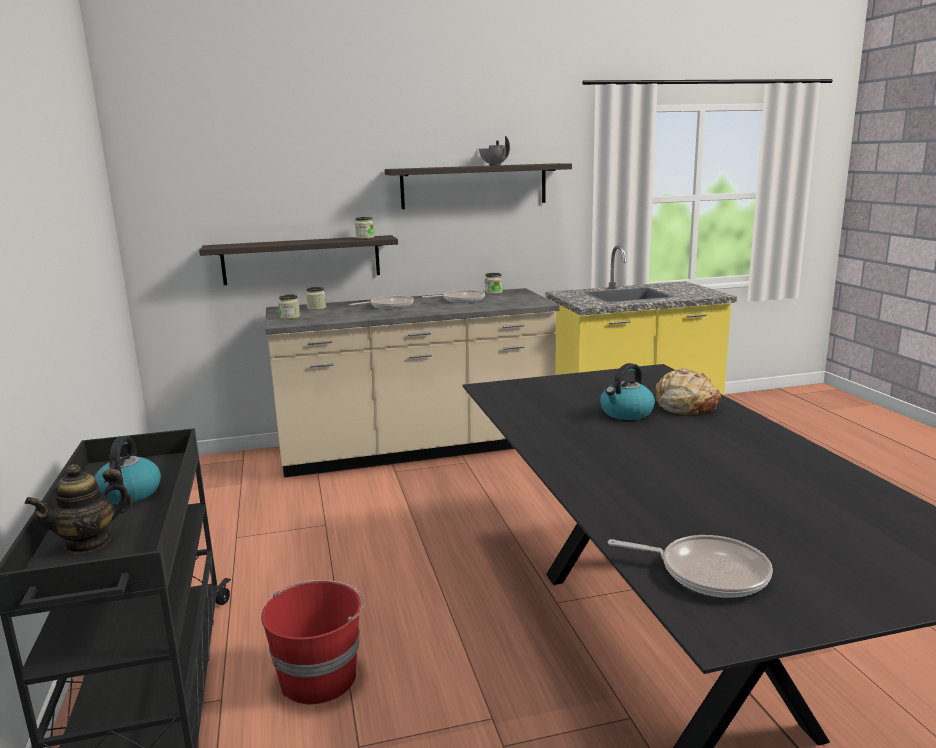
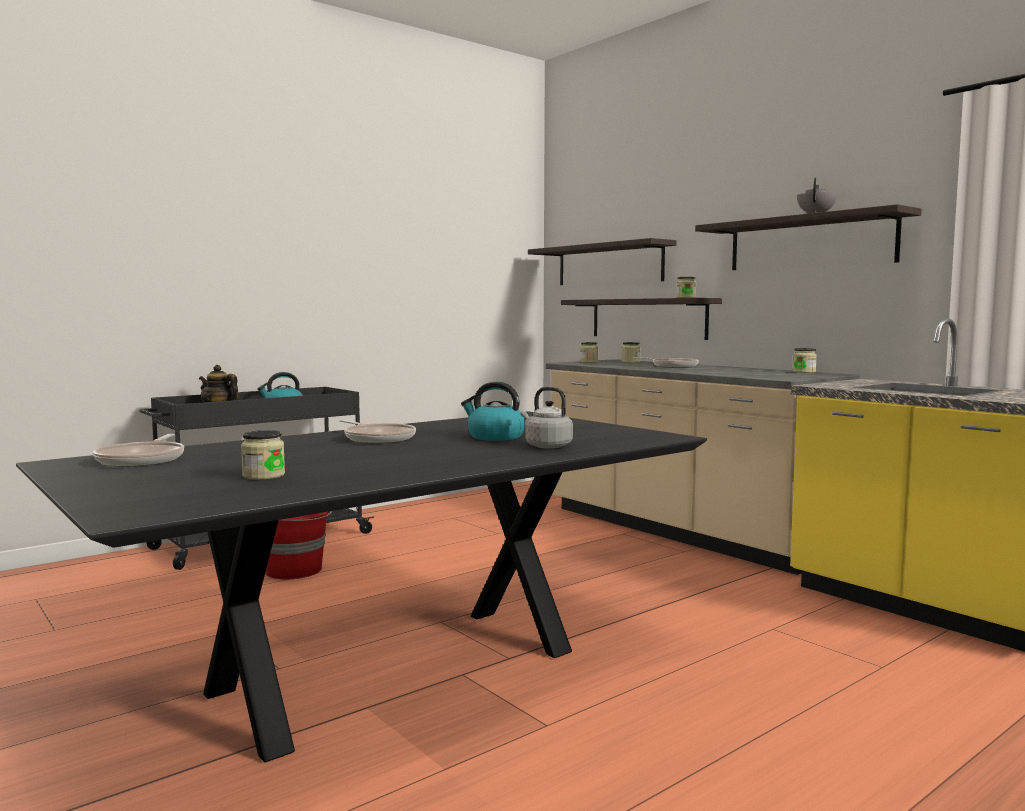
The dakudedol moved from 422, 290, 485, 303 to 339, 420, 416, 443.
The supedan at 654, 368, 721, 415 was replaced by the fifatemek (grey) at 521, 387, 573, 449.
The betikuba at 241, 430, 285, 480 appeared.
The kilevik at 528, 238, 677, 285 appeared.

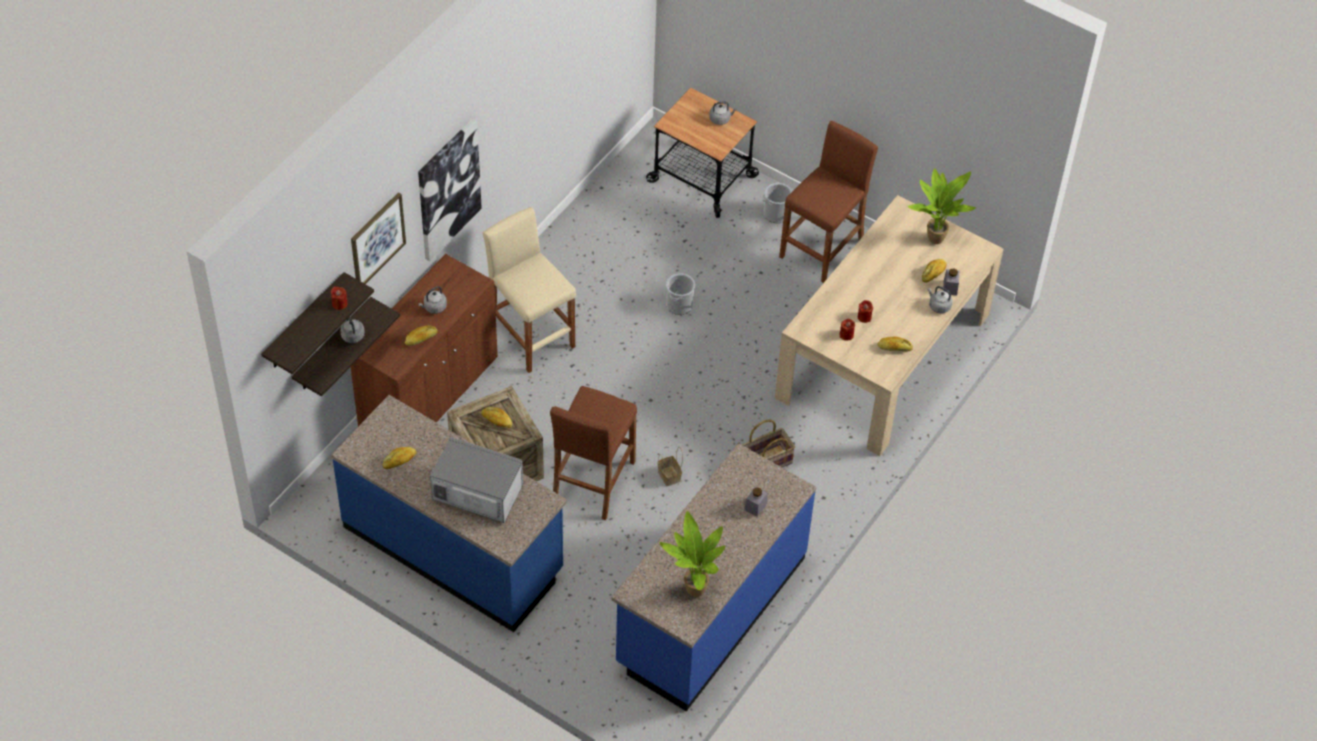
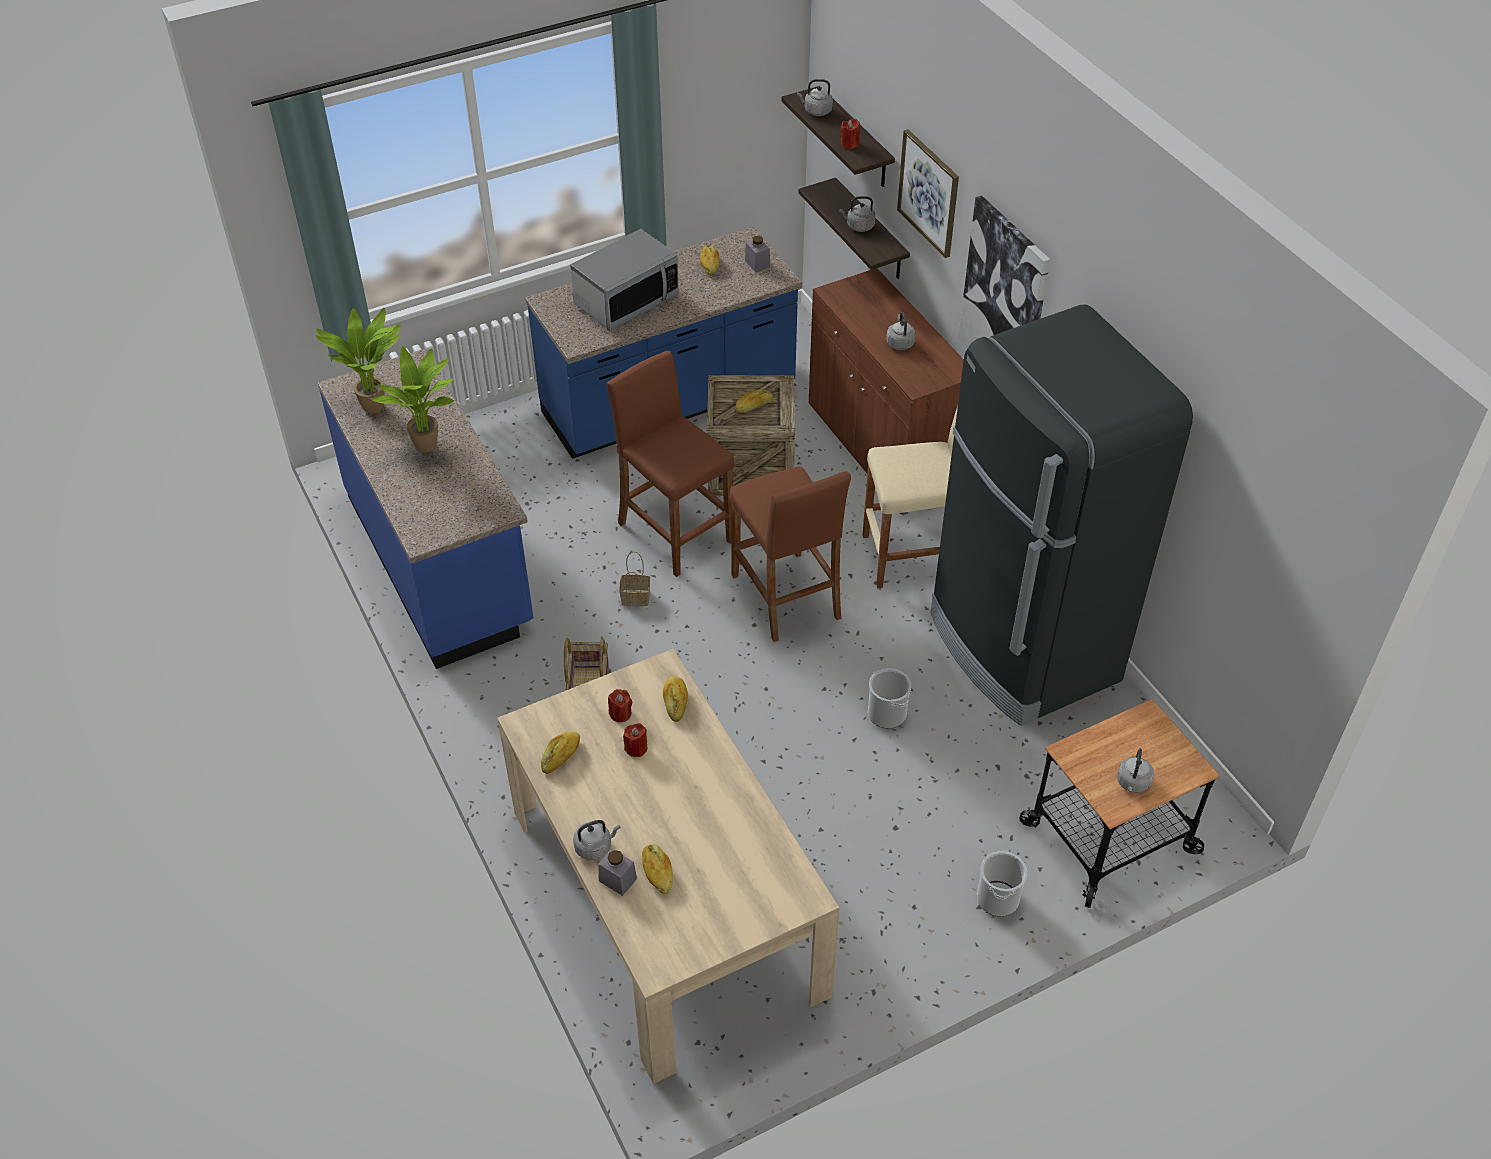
The supedan moved from 405, 325, 438, 346 to 663, 676, 688, 722.
The betikuba (grey) moved from 744, 486, 768, 517 to 745, 236, 770, 272.
The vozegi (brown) moved from 779, 121, 878, 283 to 730, 466, 851, 642.
The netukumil moved from 908, 168, 976, 244 to 370, 346, 455, 452.
The fifatemek (grey) at 797, 79, 833, 116 appeared.
The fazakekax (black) at 930, 304, 1193, 726 appeared.

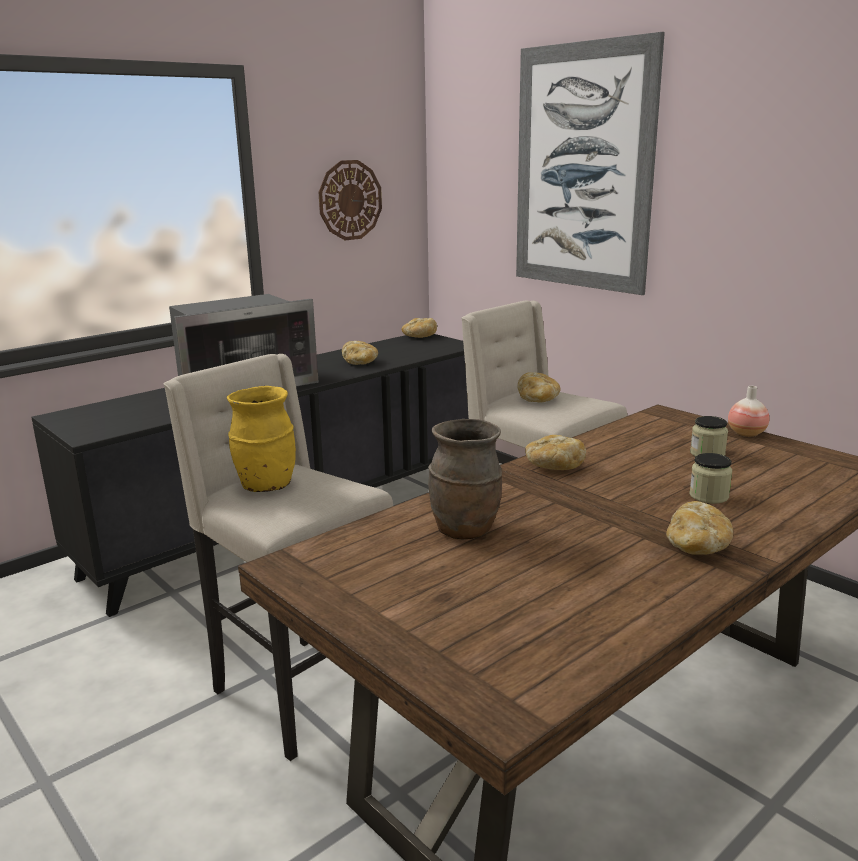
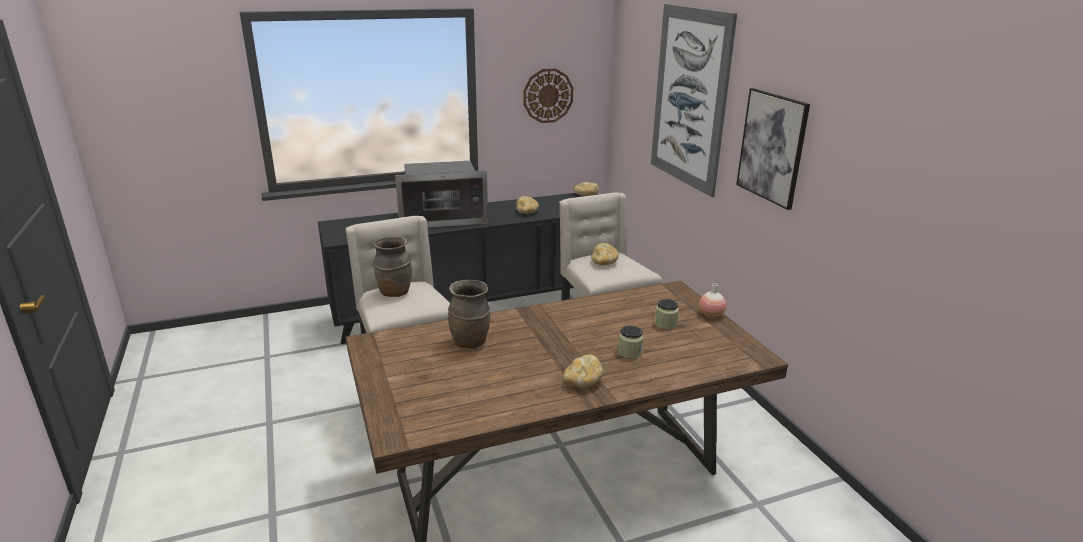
The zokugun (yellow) at 227, 386, 296, 492 became the zokugun (brown) at 373, 236, 412, 297.
The supedan at 525, 435, 586, 470 disappeared.
The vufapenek at 736, 88, 810, 210 appeared.

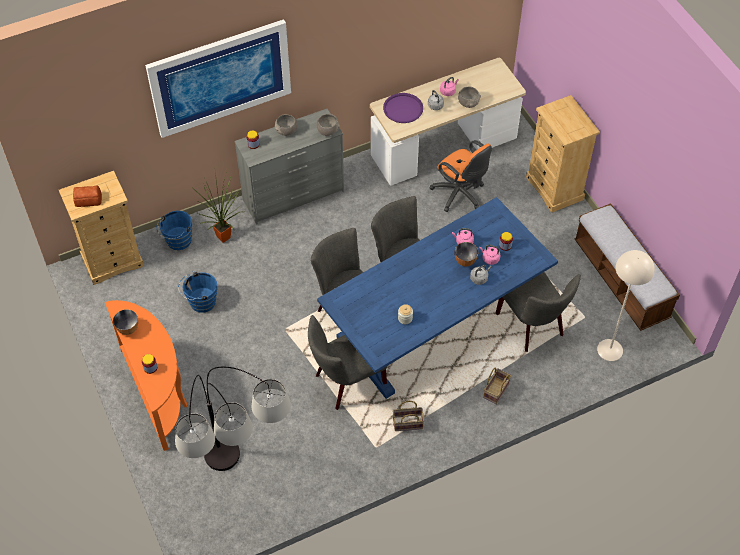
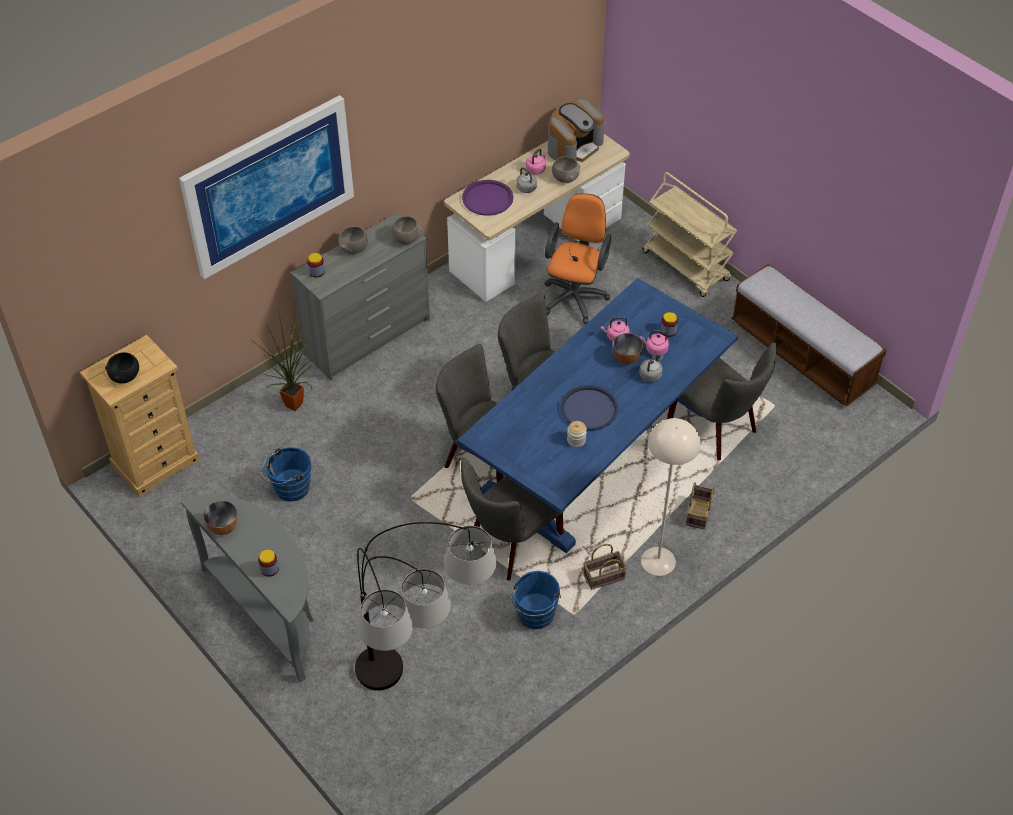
The supedan at 73, 185, 102, 207 was replaced by the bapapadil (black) at 105, 352, 139, 384.
The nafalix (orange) at 105, 300, 187, 451 became the nafalix (grey) at 181, 494, 314, 682.
The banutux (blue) moved from 157, 211, 192, 250 to 511, 571, 561, 629.
The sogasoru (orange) at 429, 140, 492, 212 turned 105 degrees counterclockwise.
The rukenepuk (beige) at 526, 95, 600, 213 was replaced by the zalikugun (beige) at 643, 172, 737, 297.
The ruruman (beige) moved from 597, 250, 655, 361 to 641, 418, 701, 576.
The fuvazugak at 548, 99, 605, 162 appeared.
The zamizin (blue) at 560, 385, 618, 430 appeared.

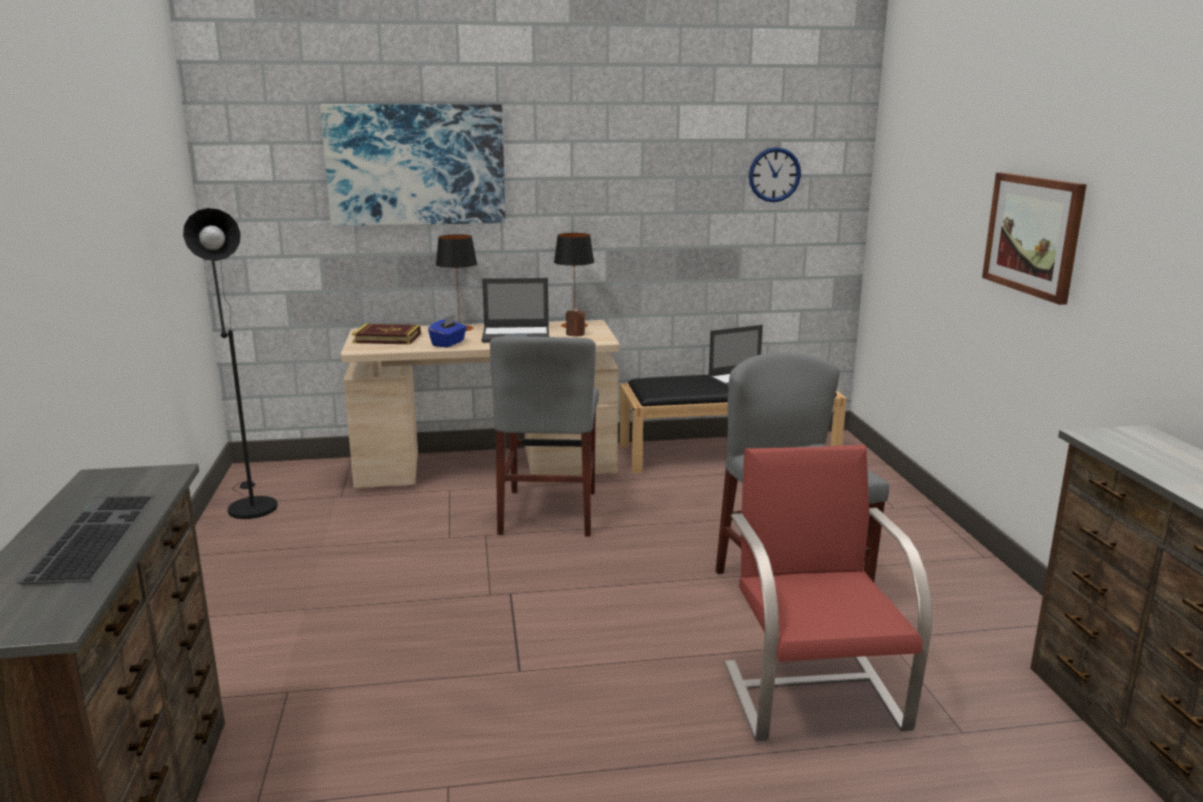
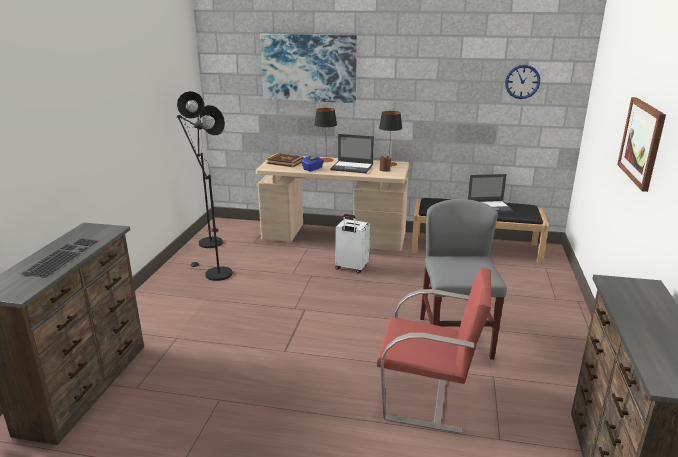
The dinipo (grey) at 490, 336, 599, 537 was replaced by the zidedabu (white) at 335, 214, 370, 273.
The dinipo (red) at 724, 445, 932, 741 turned 90 degrees clockwise.
The ruruman (black) at 177, 105, 233, 281 appeared.

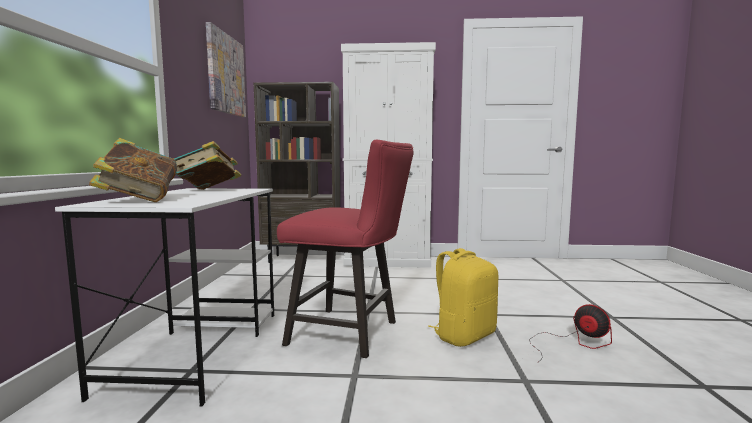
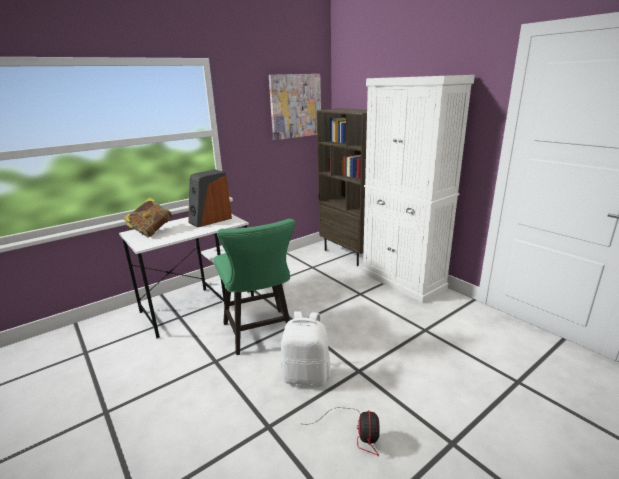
The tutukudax at 174, 141, 241, 190 was replaced by the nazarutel at 188, 170, 232, 228.
The dinipo (red) at 277, 140, 414, 358 became the dinipo (green) at 214, 219, 295, 355.
The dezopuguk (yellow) at 428, 248, 498, 347 became the dezopuguk (white) at 281, 311, 331, 386.

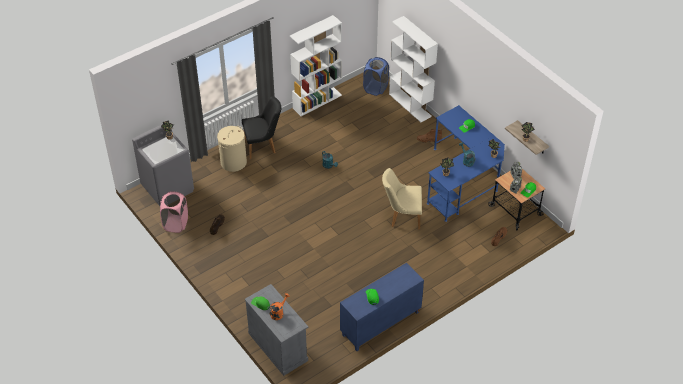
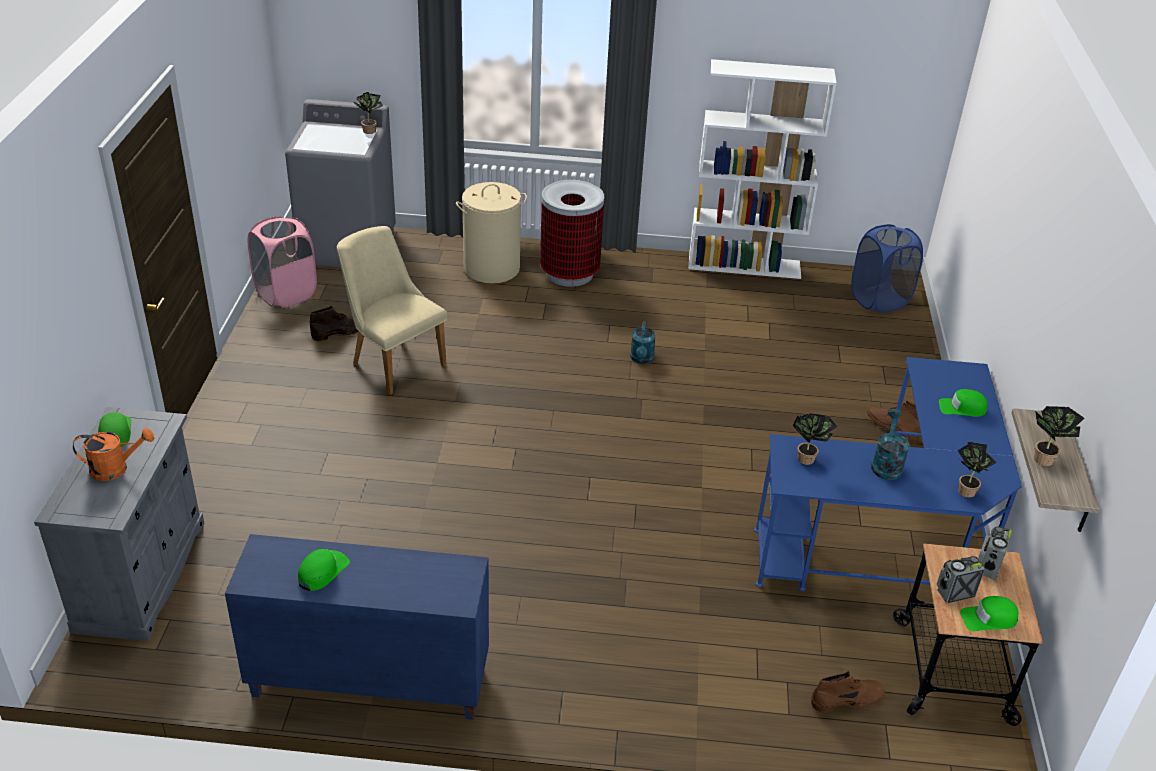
The dinipo (black) at 242, 96, 281, 159 was replaced by the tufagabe at 540, 180, 604, 287.
The dinipo (beige) moved from 382, 168, 422, 229 to 337, 226, 447, 395.
The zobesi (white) at 389, 16, 438, 122 disappeared.

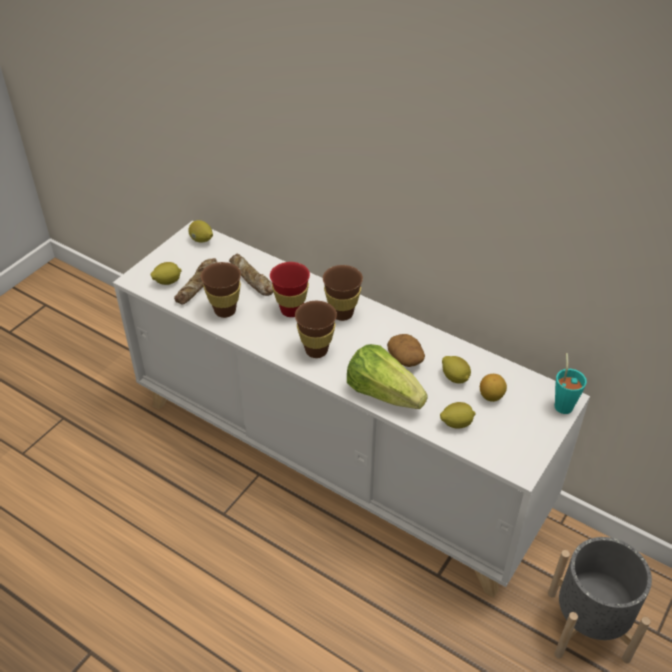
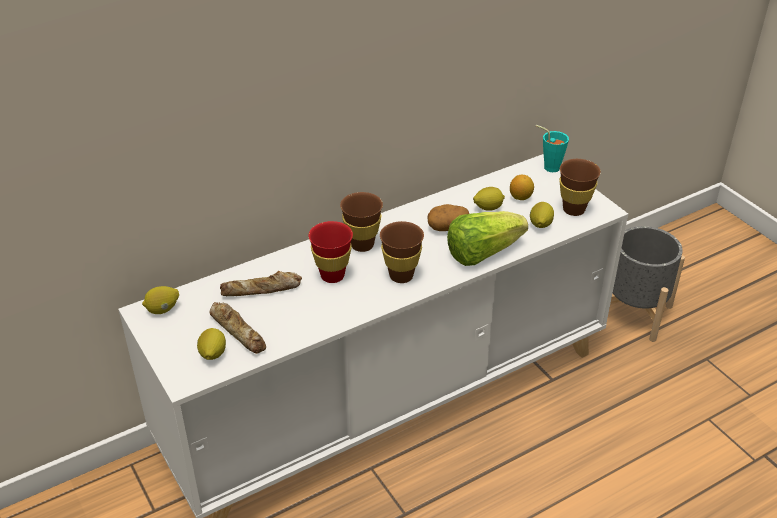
The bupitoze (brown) moved from 201, 262, 241, 318 to 559, 159, 601, 216.

